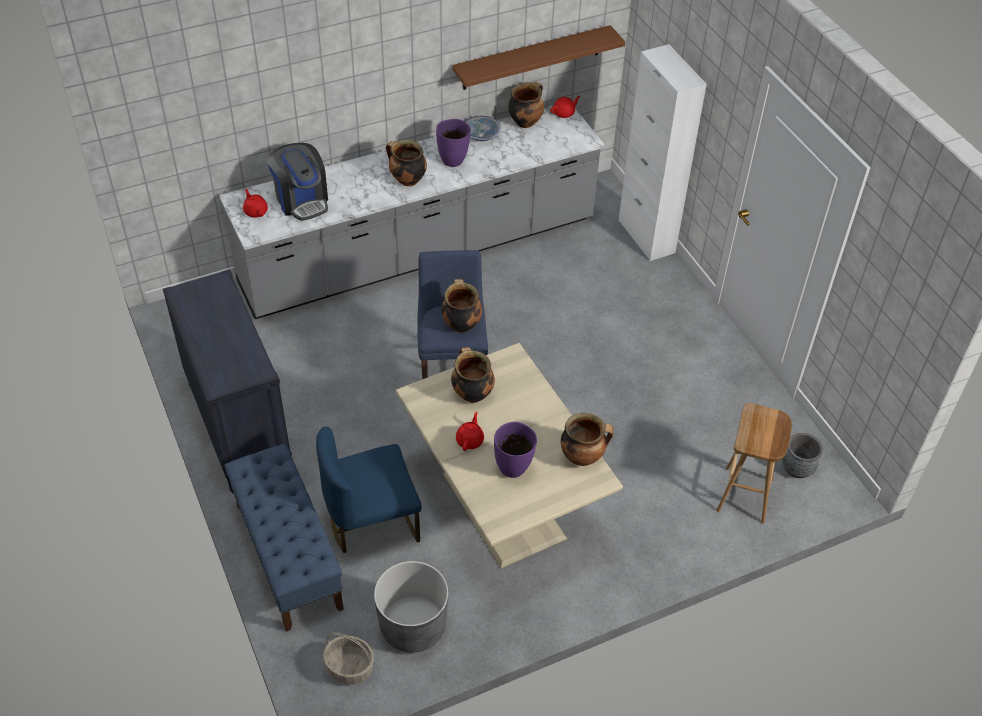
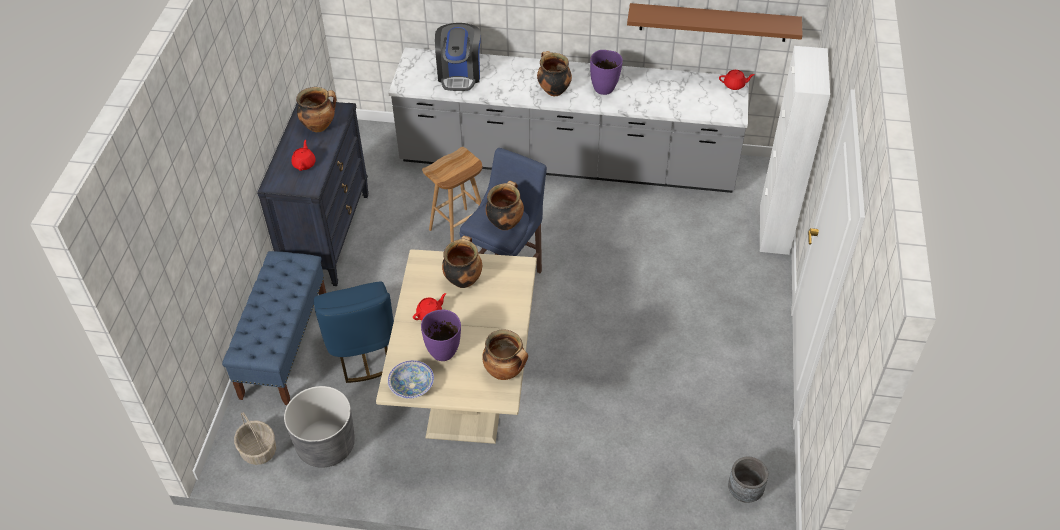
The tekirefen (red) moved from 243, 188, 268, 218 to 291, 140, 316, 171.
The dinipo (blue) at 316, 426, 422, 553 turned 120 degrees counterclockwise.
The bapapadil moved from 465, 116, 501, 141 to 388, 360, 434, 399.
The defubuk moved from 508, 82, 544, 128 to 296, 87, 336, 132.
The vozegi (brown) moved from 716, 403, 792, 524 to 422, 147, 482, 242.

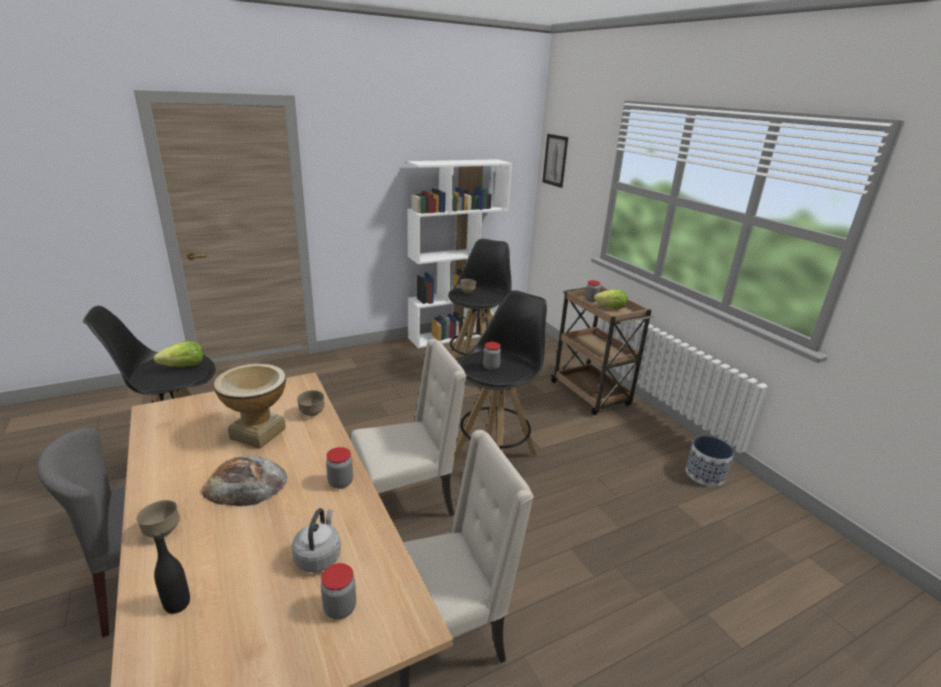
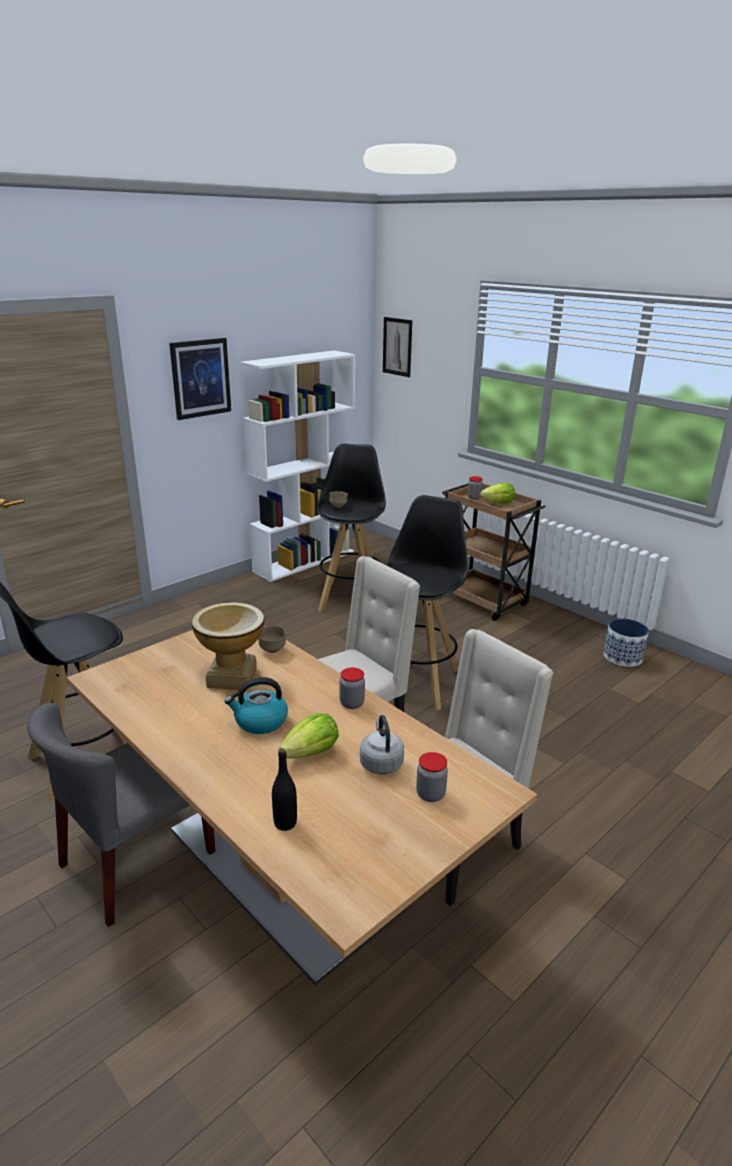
The bapapadil (brown) at 136, 500, 180, 538 disappeared.
The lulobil moved from 154, 341, 203, 367 to 279, 713, 339, 759.
The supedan at 201, 456, 288, 506 was replaced by the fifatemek at 225, 677, 288, 734.
The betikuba at 483, 342, 501, 370 disappeared.
The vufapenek at 169, 338, 231, 420 appeared.

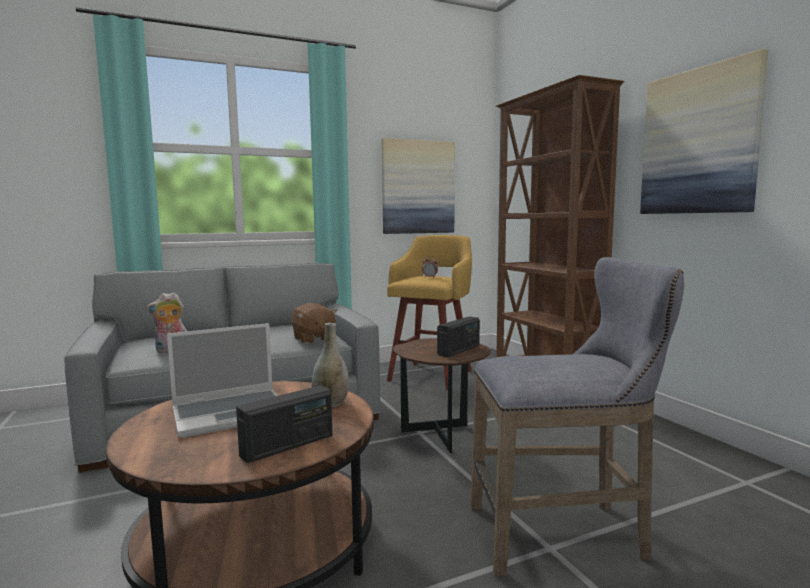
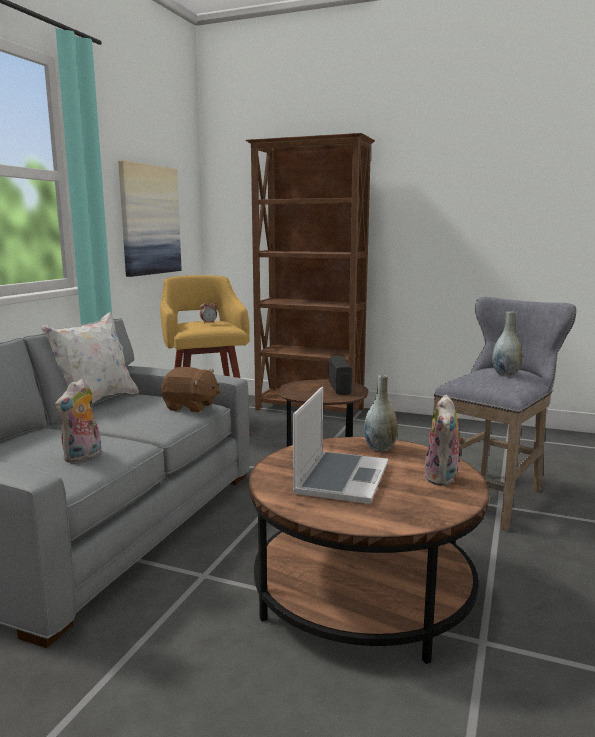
The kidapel at 236, 385, 332, 463 was replaced by the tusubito at 425, 395, 466, 486.
The vufapenek at 640, 48, 769, 214 disappeared.
The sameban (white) at 41, 312, 139, 403 appeared.
The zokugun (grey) at 492, 311, 522, 376 appeared.

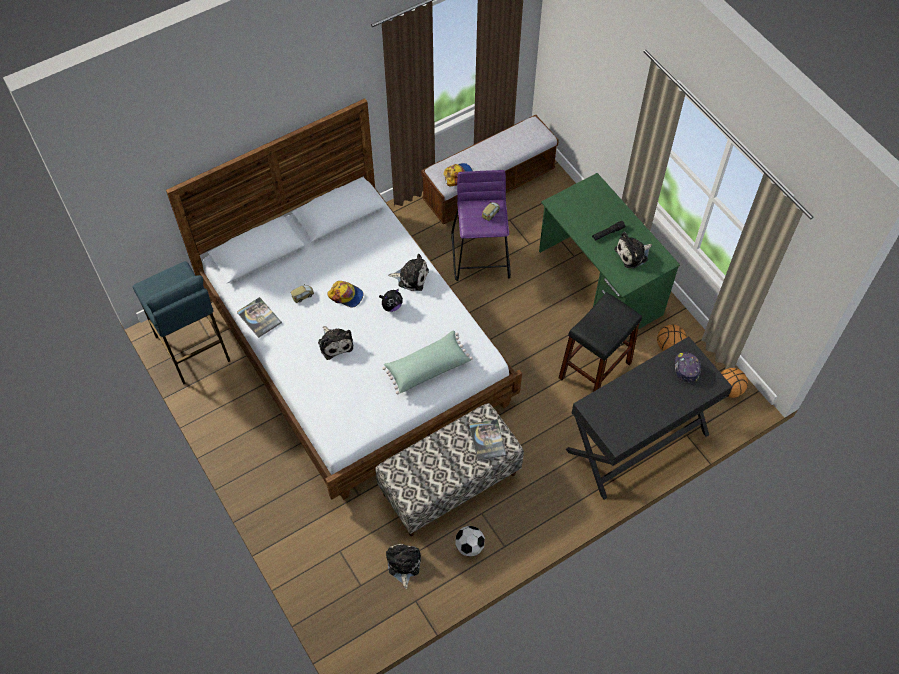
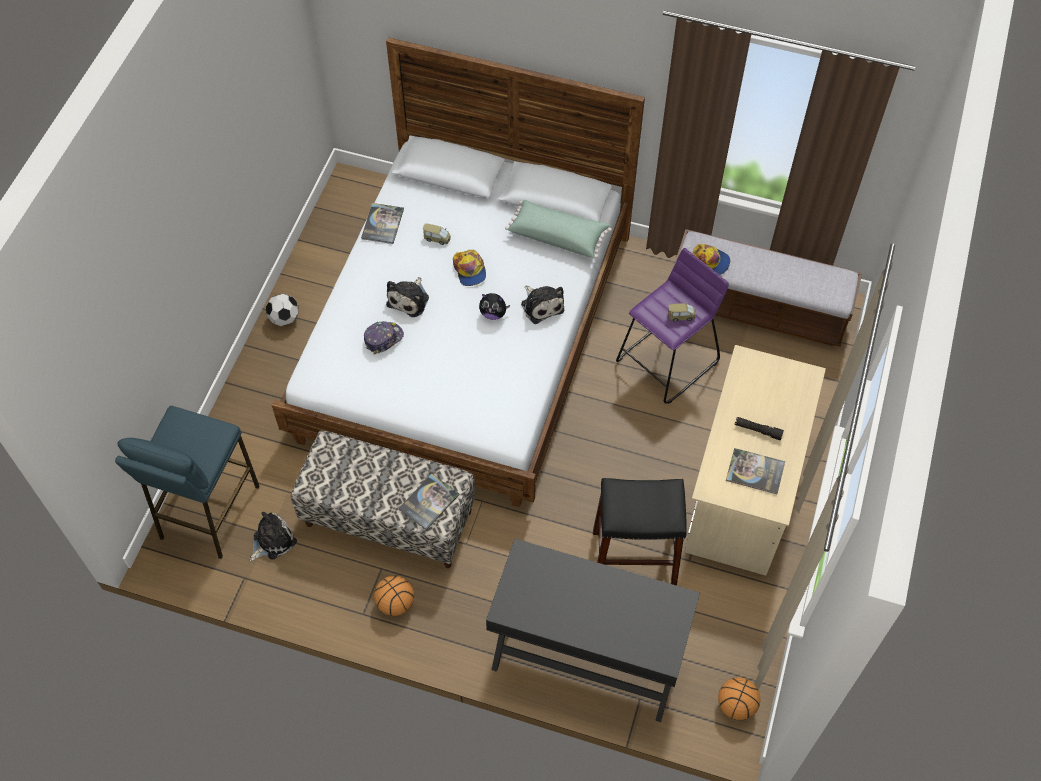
The vozegi (blue) moved from 133, 261, 230, 384 to 115, 406, 259, 559.
The sameban (green) moved from 382, 331, 473, 395 to 505, 200, 612, 258.
The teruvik moved from 455, 526, 485, 557 to 266, 294, 299, 326.
The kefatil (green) at 539, 173, 680, 329 became the kefatil (beige) at 685, 345, 826, 576.
The tusubito at 614, 232, 652, 269 was replaced by the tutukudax at 726, 448, 785, 494.
The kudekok moved from 657, 325, 687, 351 to 374, 576, 414, 616.
The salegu moved from 675, 352, 701, 383 to 364, 321, 404, 354.

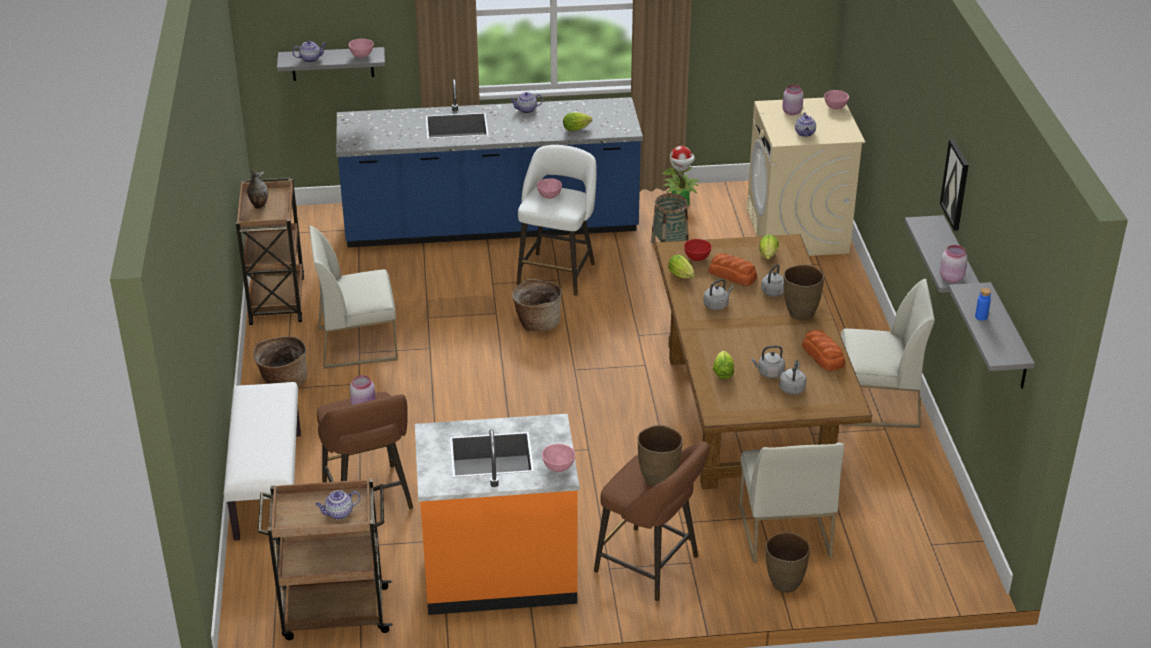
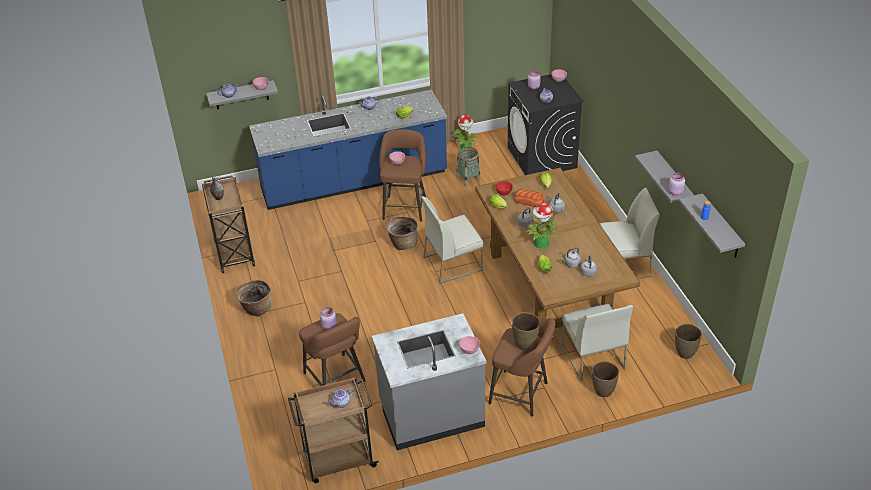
The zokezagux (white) at 224, 382, 301, 541 disappeared.
The dinipo (white) moved from 309, 226, 398, 369 to 422, 196, 483, 284.
The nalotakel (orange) at 415, 414, 579, 615 became the nalotakel (grey) at 372, 313, 486, 450.
The vozegi (white) at 517, 145, 597, 296 became the vozegi (brown) at 379, 129, 426, 222.
The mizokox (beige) at 747, 98, 865, 256 became the mizokox (black) at 508, 74, 584, 175.
The zokugun (brown) moved from 784, 265, 824, 320 to 675, 324, 702, 359.
The supedan at 802, 330, 845, 371 disappeared.
The vufapenek at 940, 139, 969, 231 disappeared.
The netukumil at 526, 203, 557, 249 appeared.

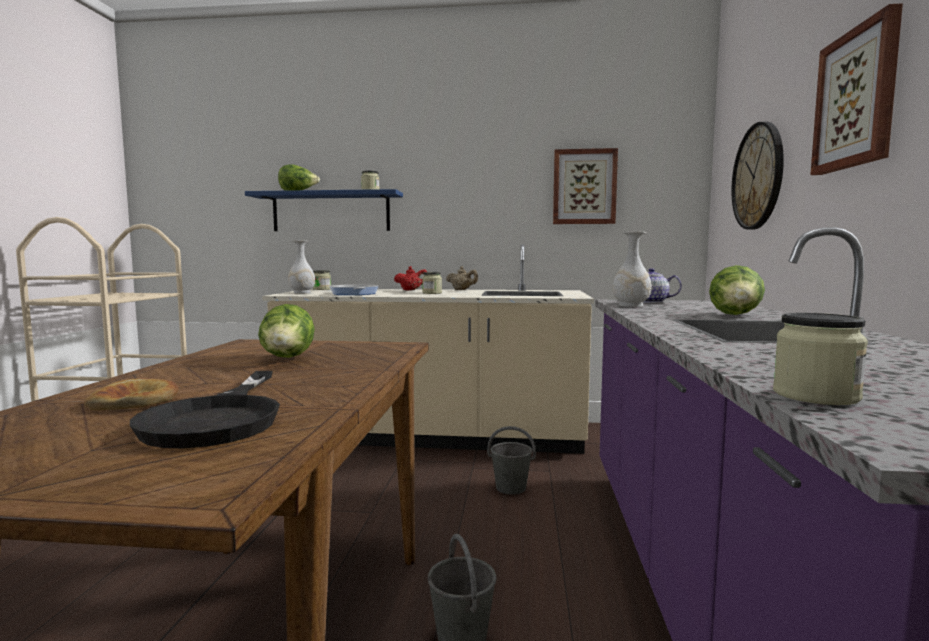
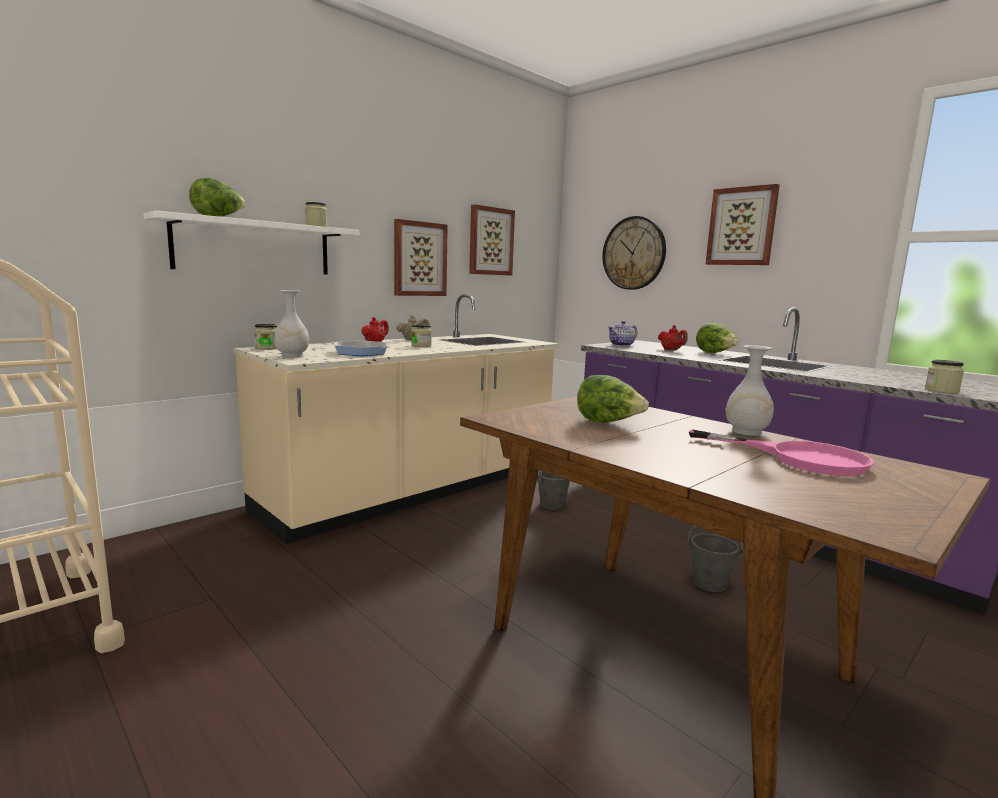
The supedan at 84, 378, 179, 410 disappeared.
The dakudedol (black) at 130, 371, 280, 448 became the dakudedol (pink) at 689, 429, 874, 476.
The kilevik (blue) at 245, 189, 403, 231 became the kilevik (white) at 143, 211, 359, 274.
The zokugun (white) moved from 613, 232, 652, 307 to 725, 345, 774, 436.
The vufapenek at 394, 219, 448, 296 appeared.
The tekirefen (red) at 658, 325, 688, 350 appeared.

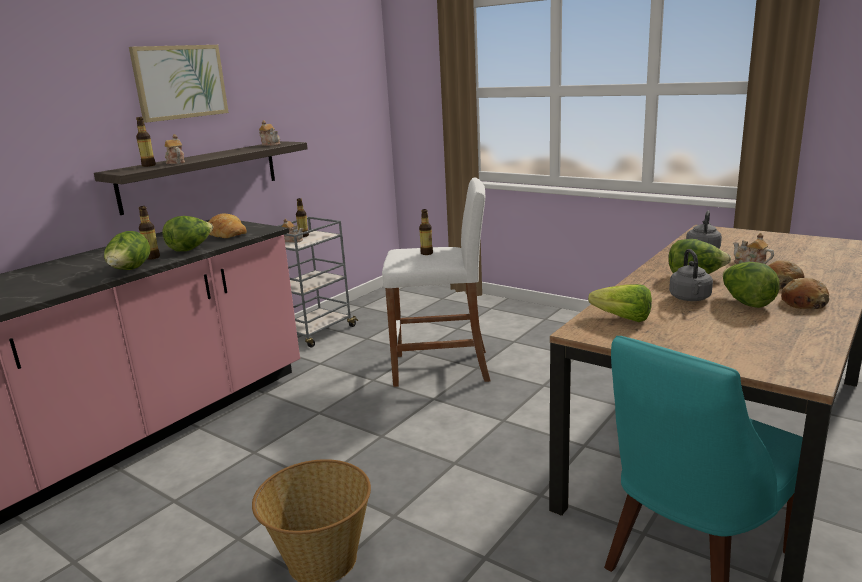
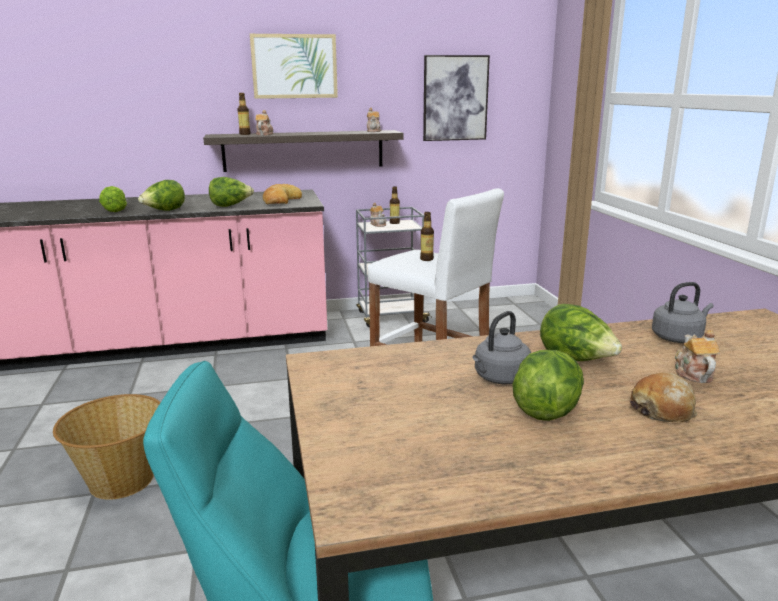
The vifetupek at 139, 206, 160, 260 disappeared.
The lulobil moved from 588, 284, 652, 322 to 99, 186, 127, 212.
The supedan at 781, 278, 829, 309 disappeared.
The vufapenek at 423, 55, 490, 141 appeared.

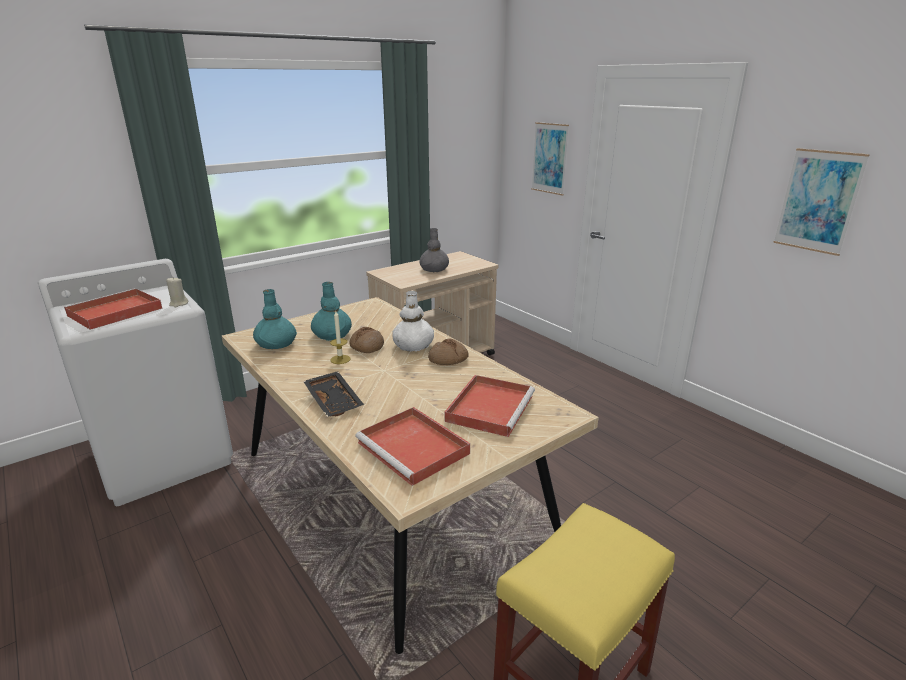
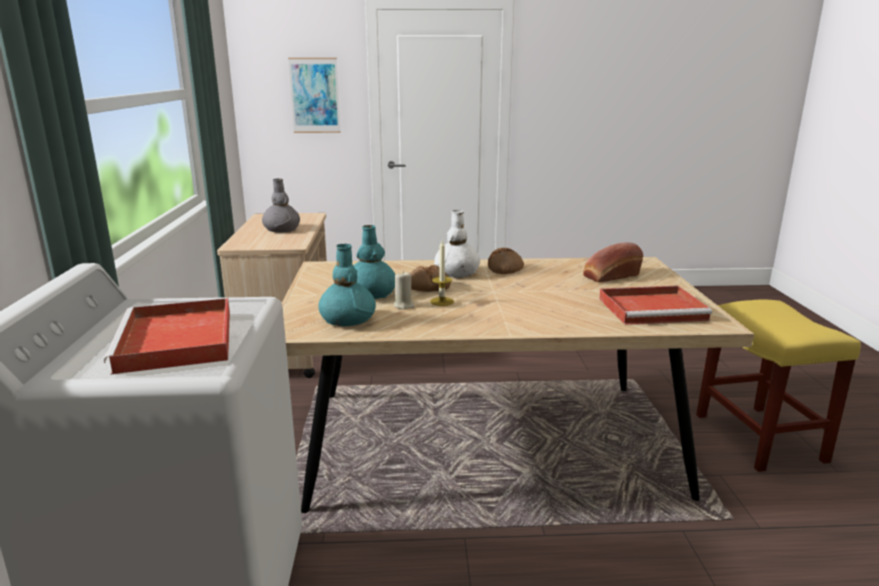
The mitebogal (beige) moved from 166, 277, 188, 307 to 394, 271, 415, 309.
The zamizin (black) at 303, 371, 364, 417 disappeared.
The zamizin (red) at 444, 375, 535, 437 was replaced by the supedan at 583, 242, 643, 282.
The vufapenek at 773, 148, 870, 256 disappeared.

